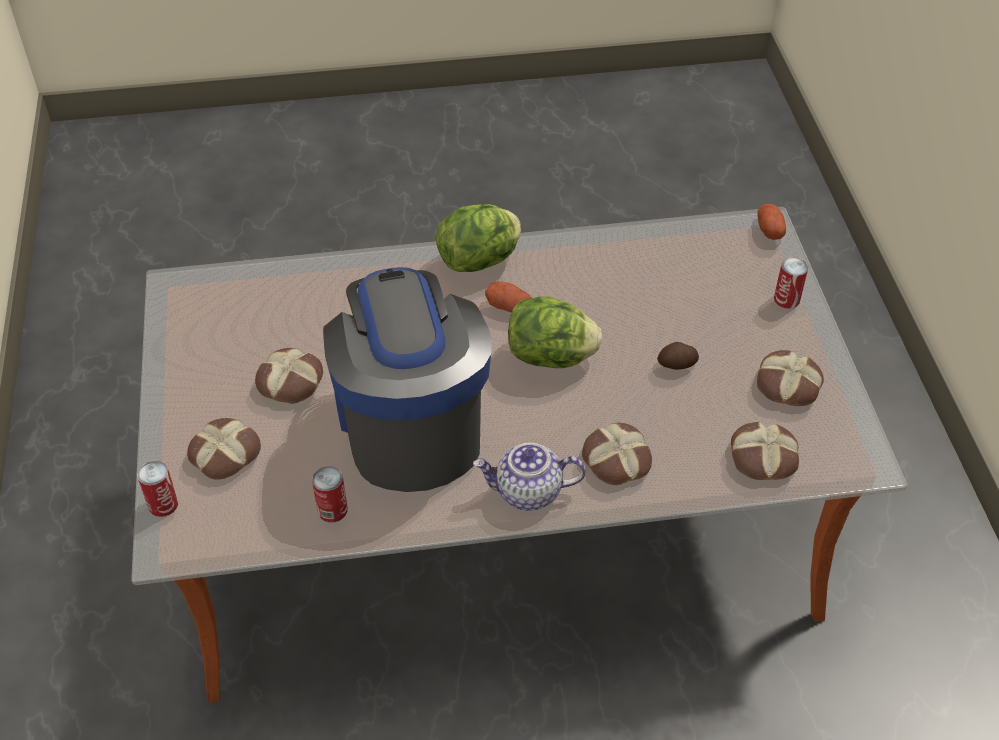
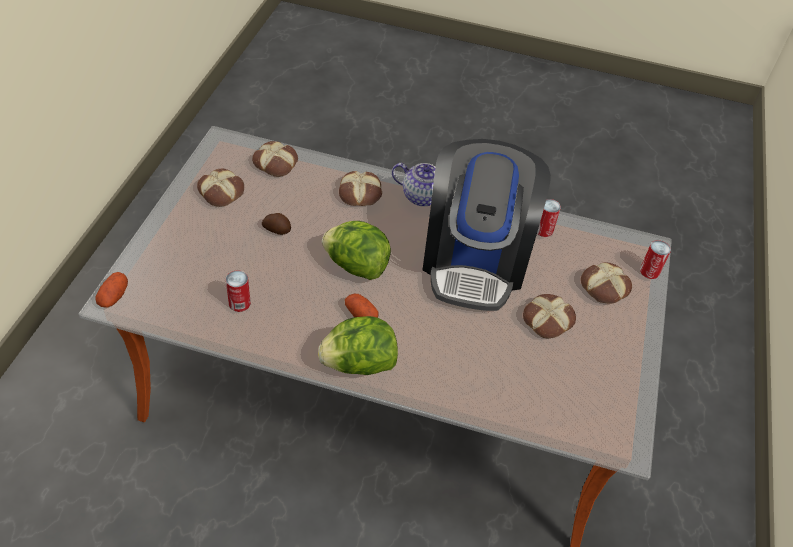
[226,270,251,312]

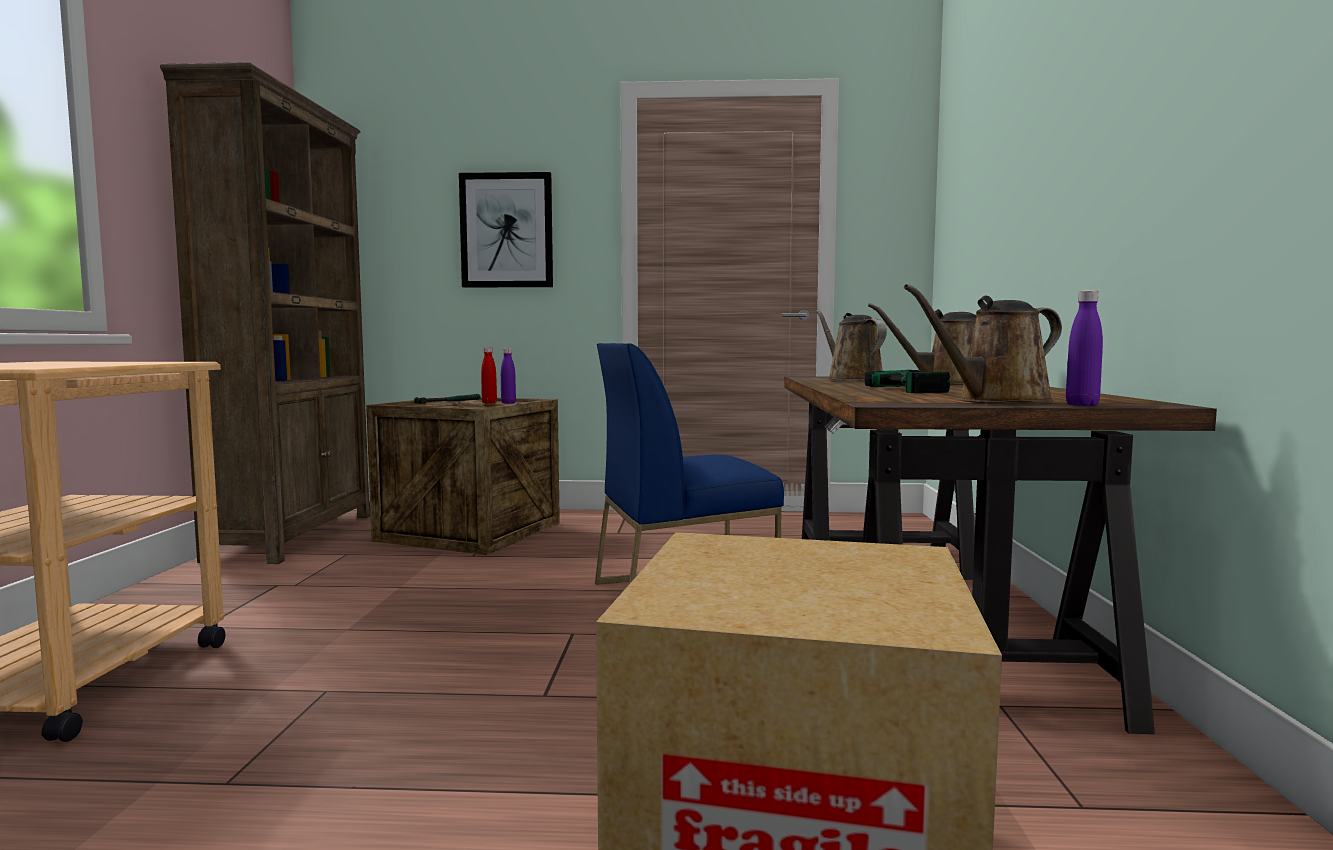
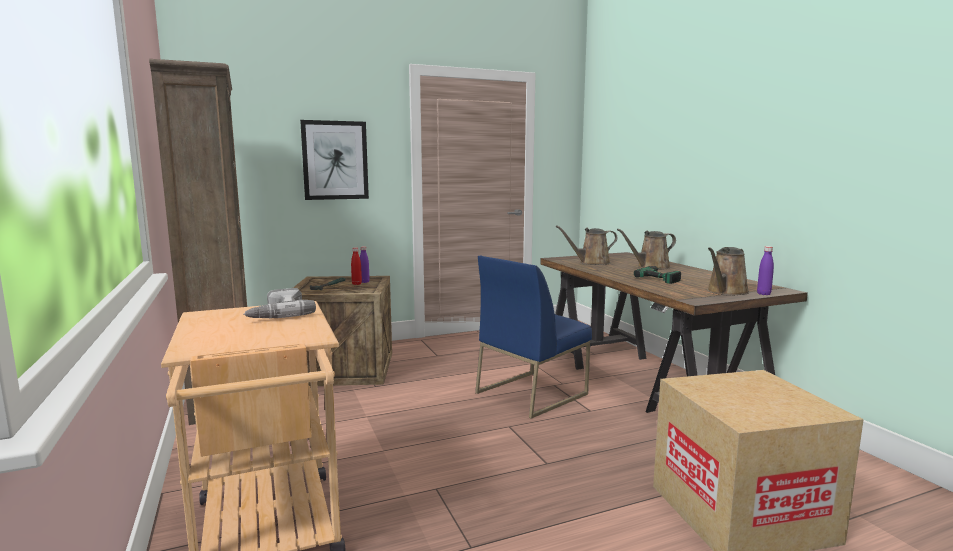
[243,288,316,318]
[556,225,618,265]

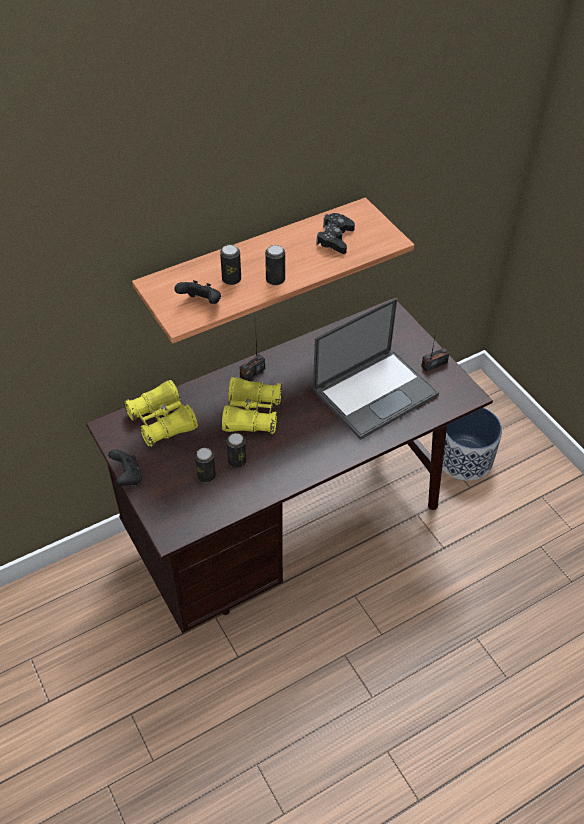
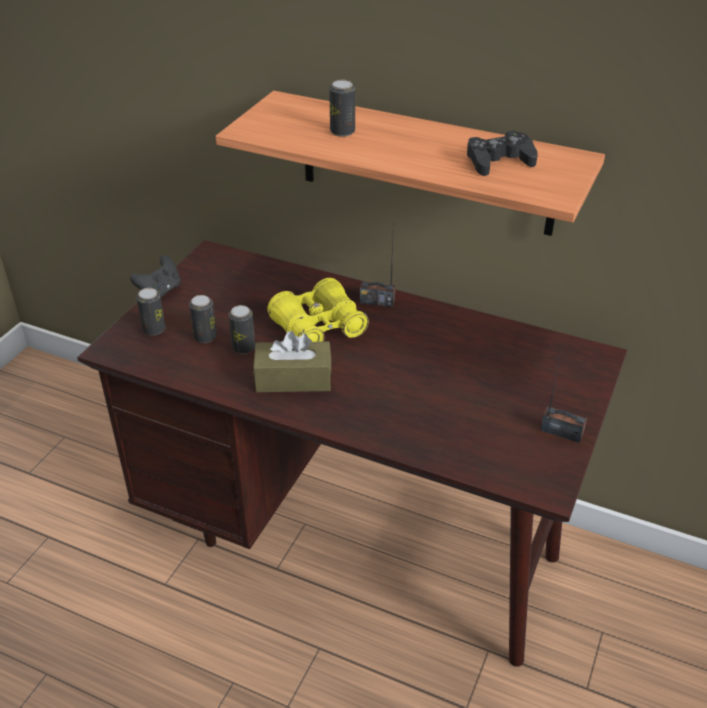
[136,288,166,335]
[253,331,331,392]
[124,380,198,447] (first image)
[174,280,221,304] (first image)
[313,298,439,440] (first image)
[442,407,502,481] (first image)

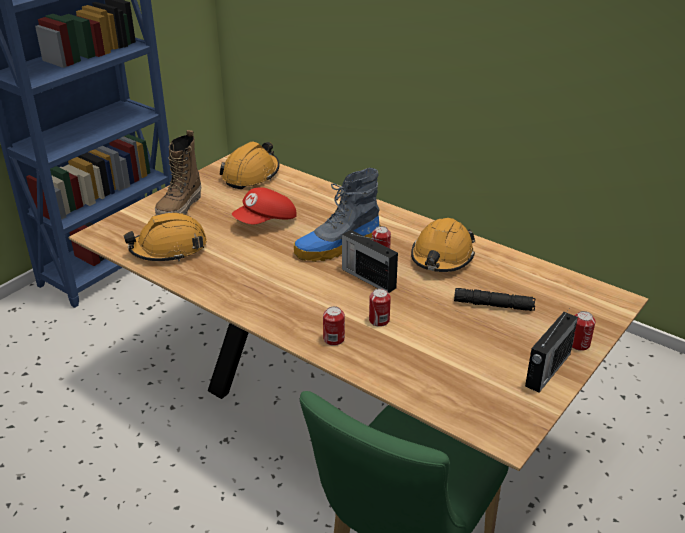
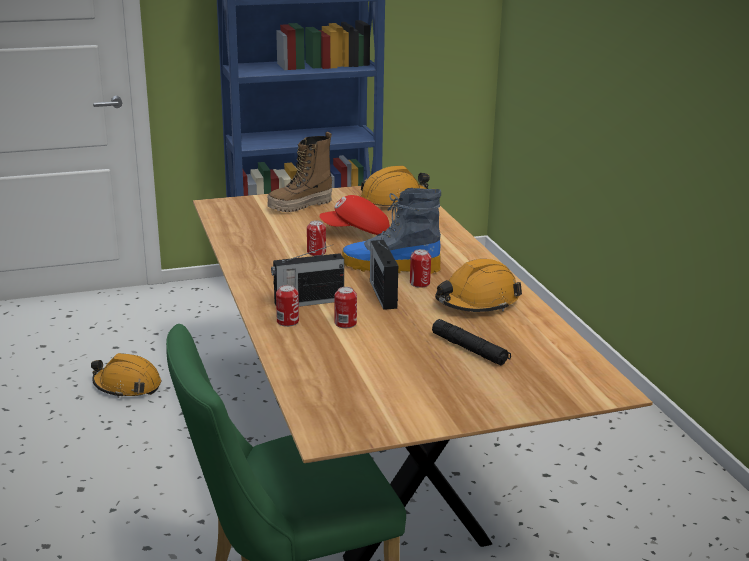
[91,353,161,398]
[271,245,344,307]
[307,220,326,256]

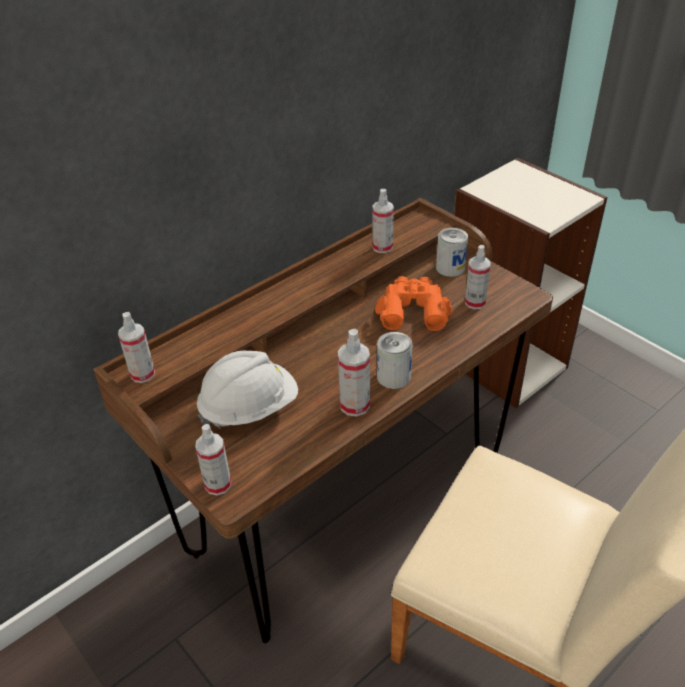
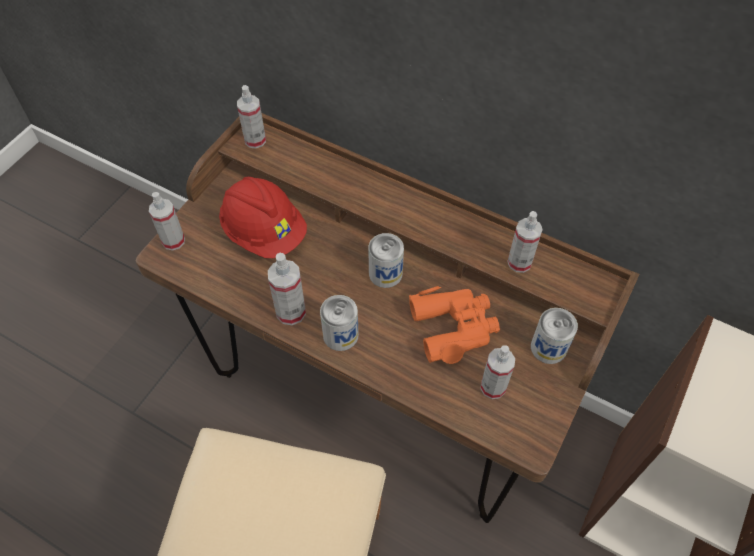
[219,177,307,258]
[368,233,404,288]

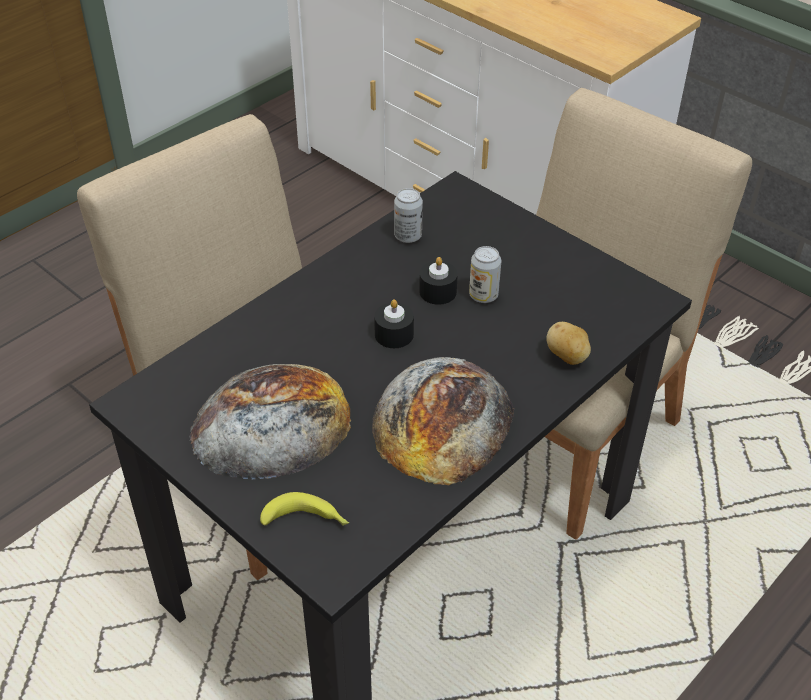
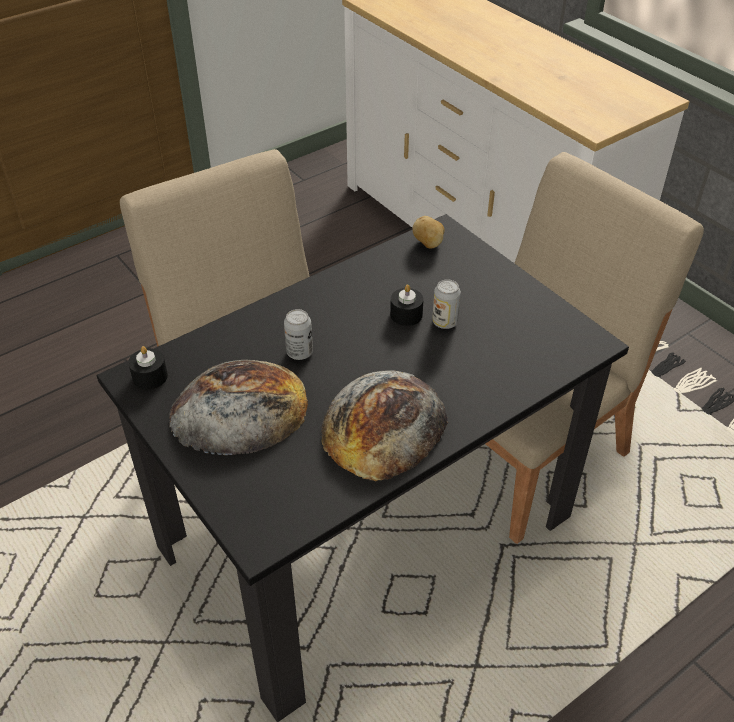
[128,346,168,389]
[284,309,313,360]
[412,216,445,248]
[260,492,349,526] (first image)

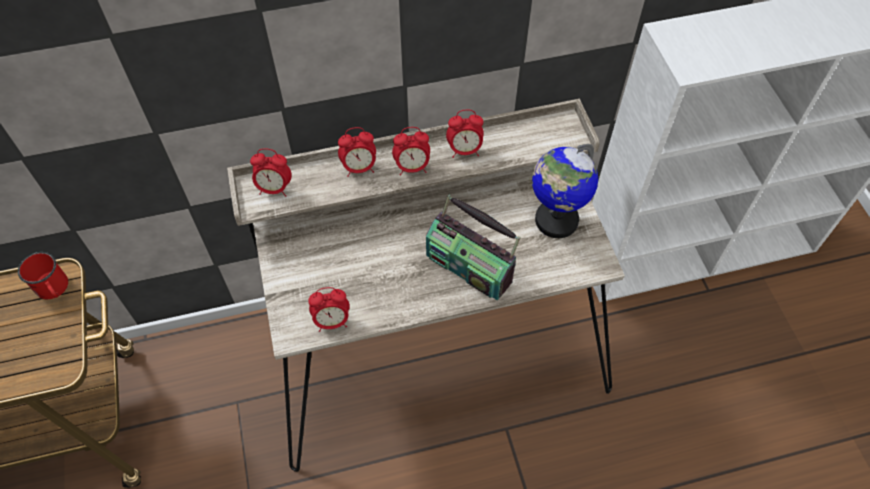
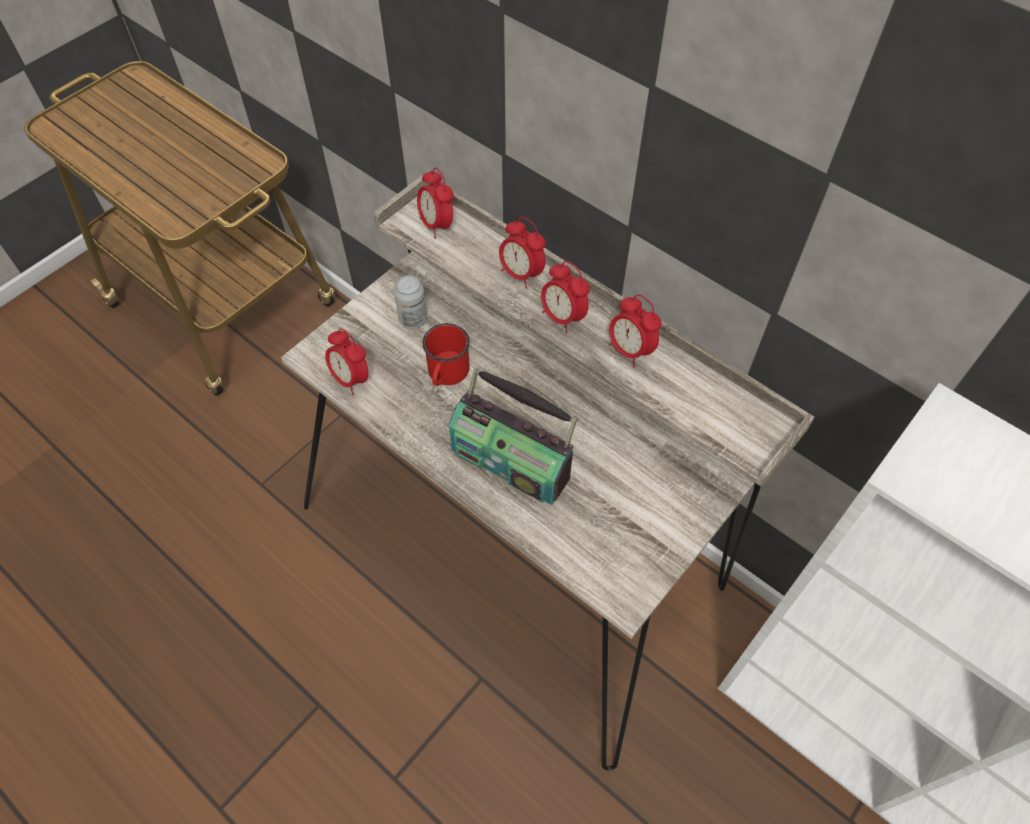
[394,275,427,328]
[422,323,470,386]
[449,367,577,505]
[532,144,598,238] (first image)

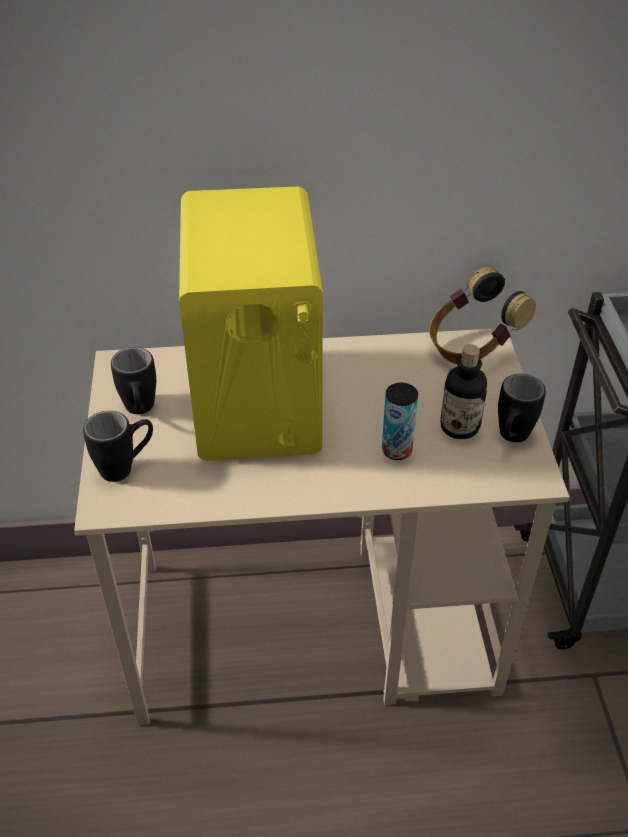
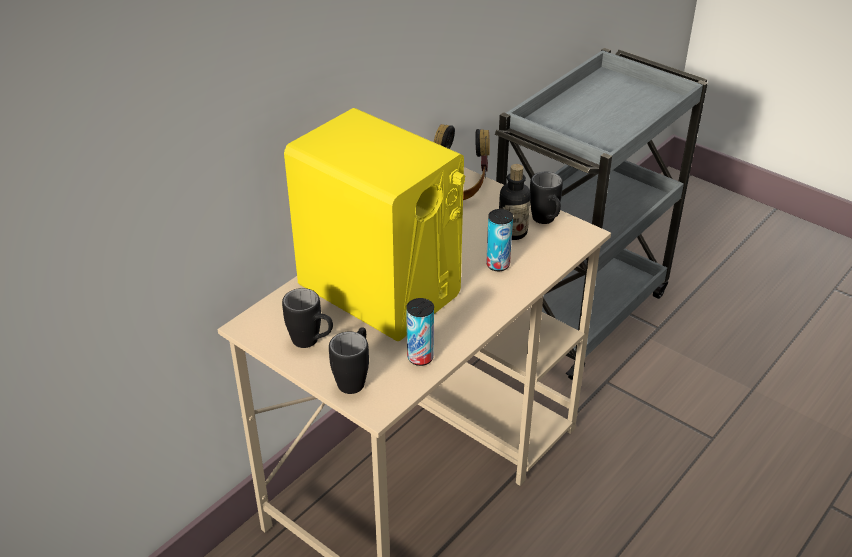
[406,298,434,366]

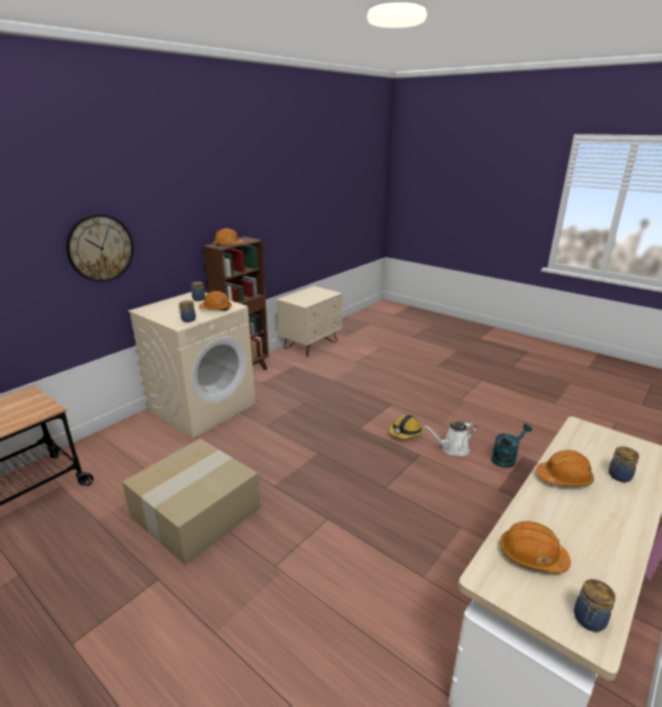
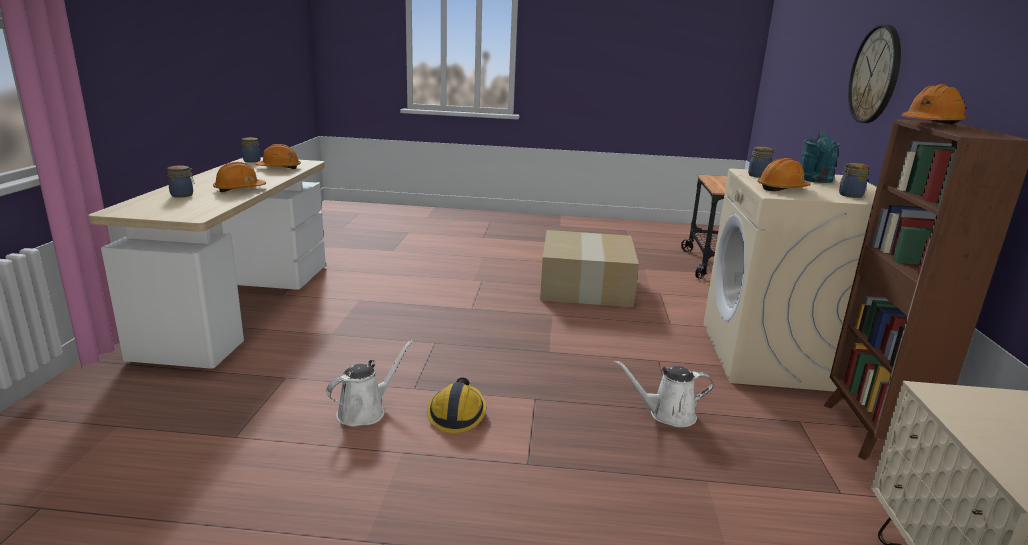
[614,360,714,427]
[800,130,840,183]

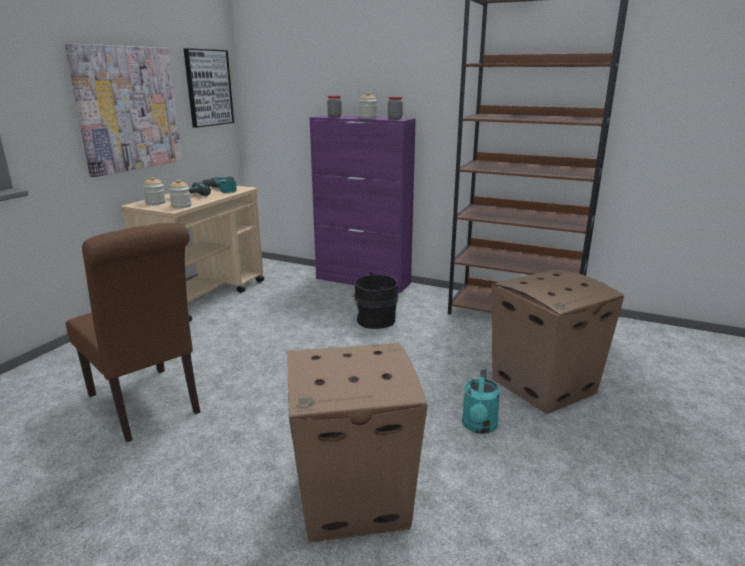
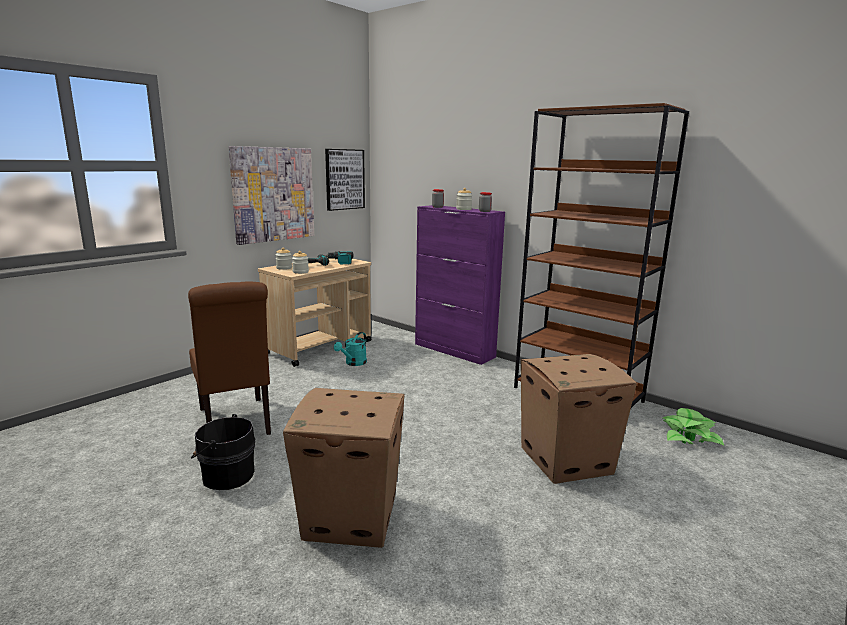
[191,414,255,490]
[334,332,367,366]
[663,408,724,445]

